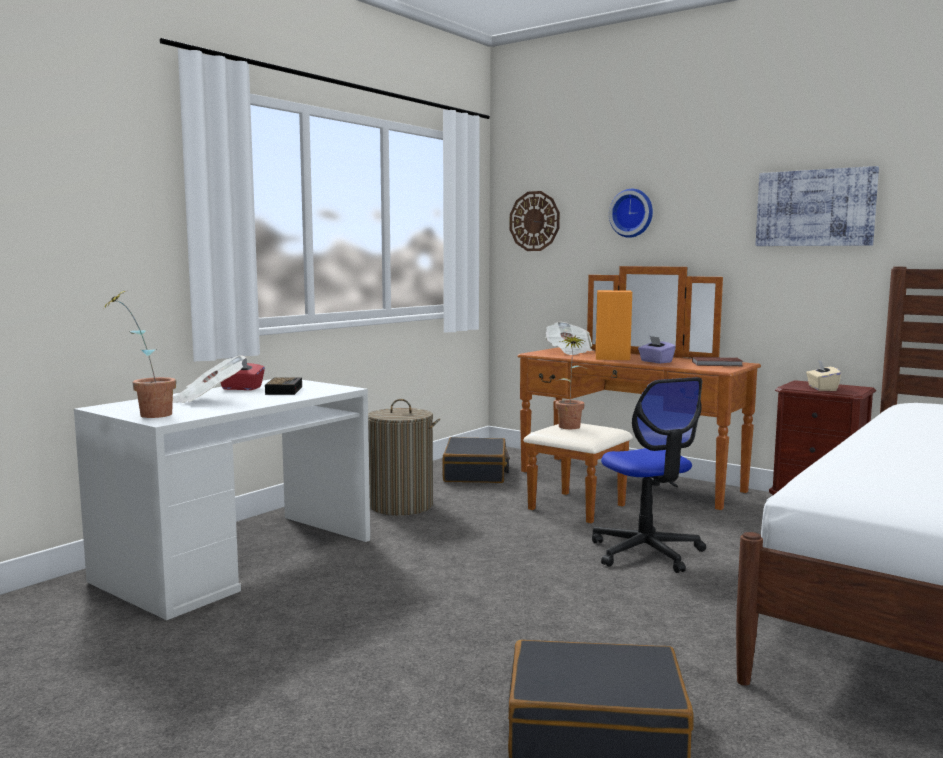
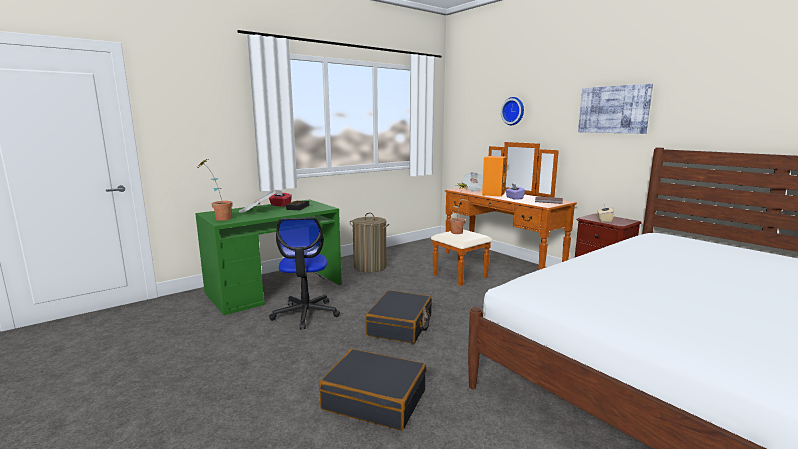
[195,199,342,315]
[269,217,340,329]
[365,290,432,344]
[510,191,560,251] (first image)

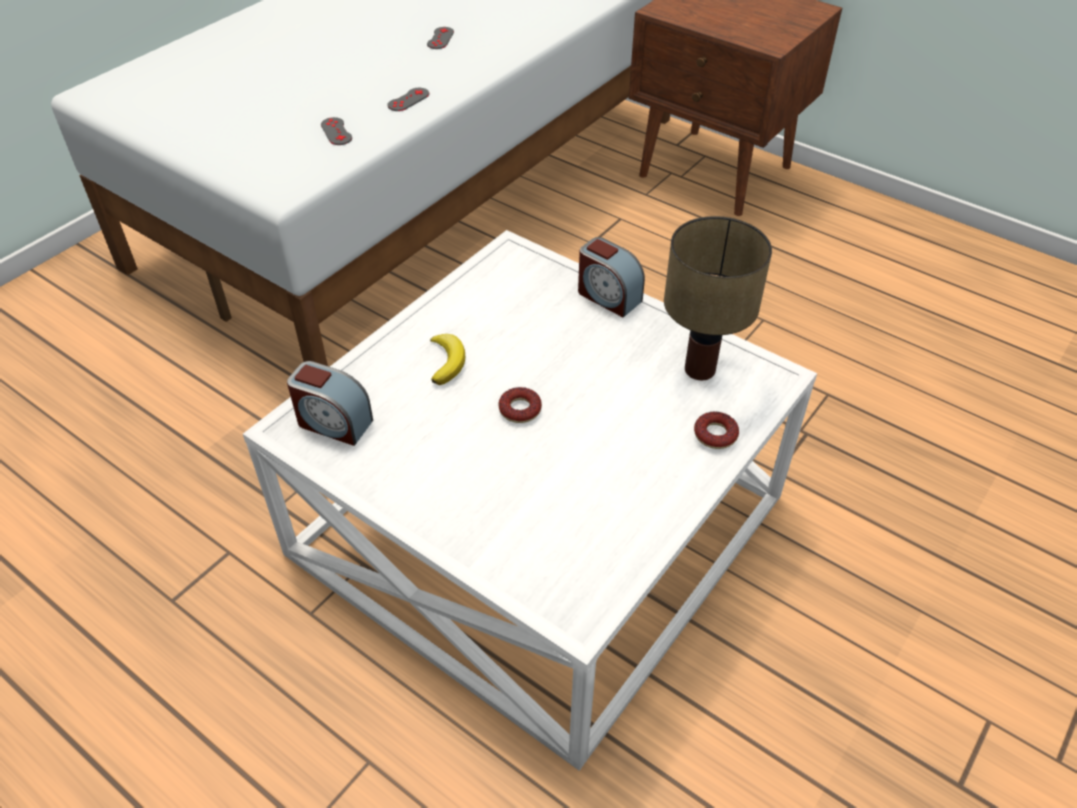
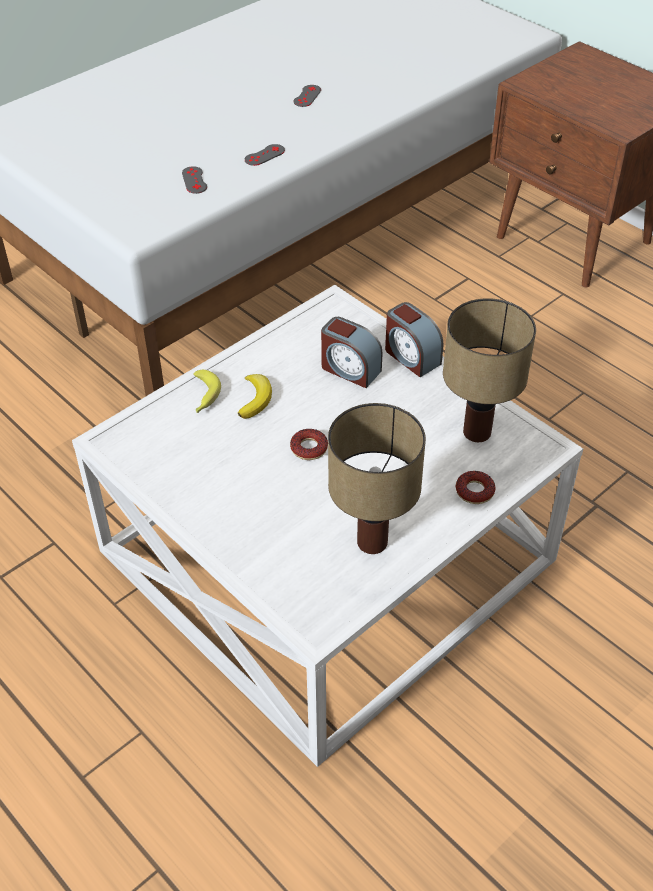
[193,370,221,413]
[321,317,383,388]
[328,403,426,554]

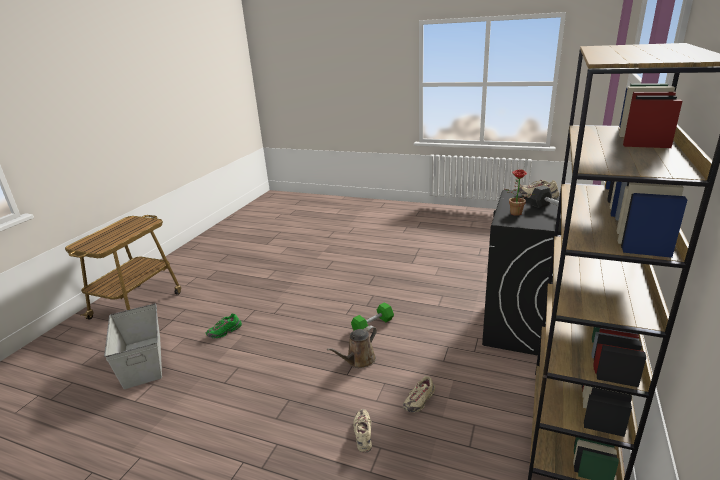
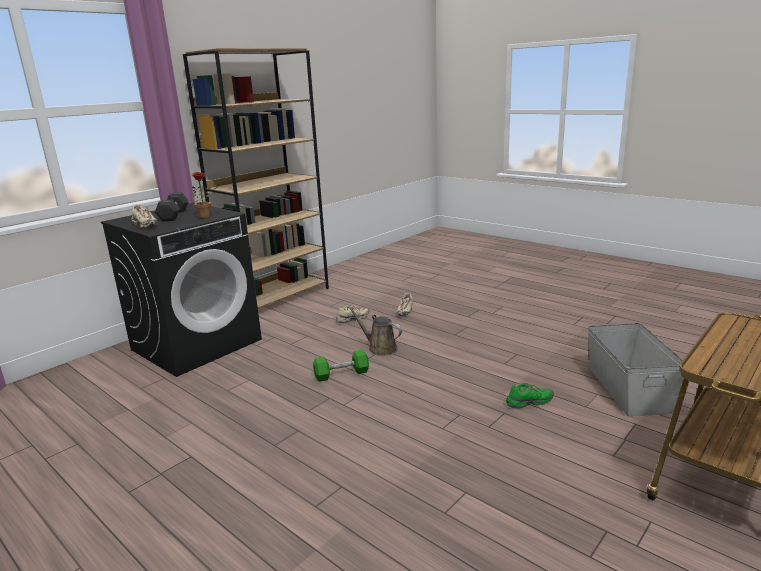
[348,306,402,356]

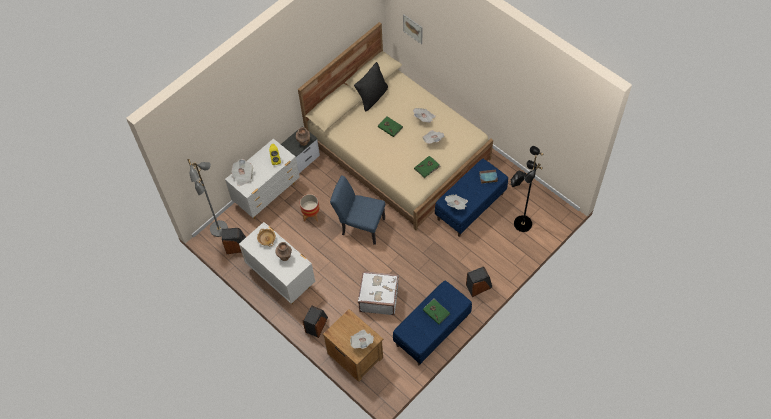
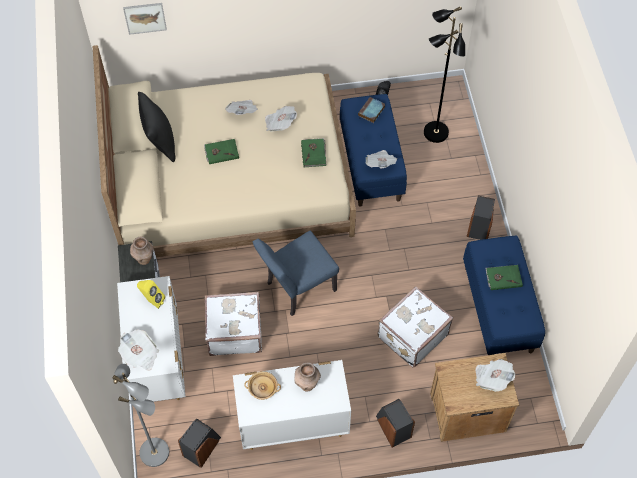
[205,292,262,356]

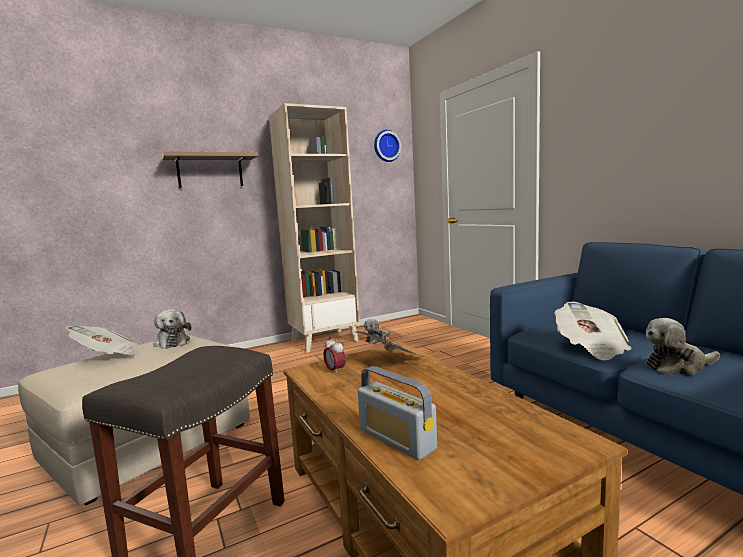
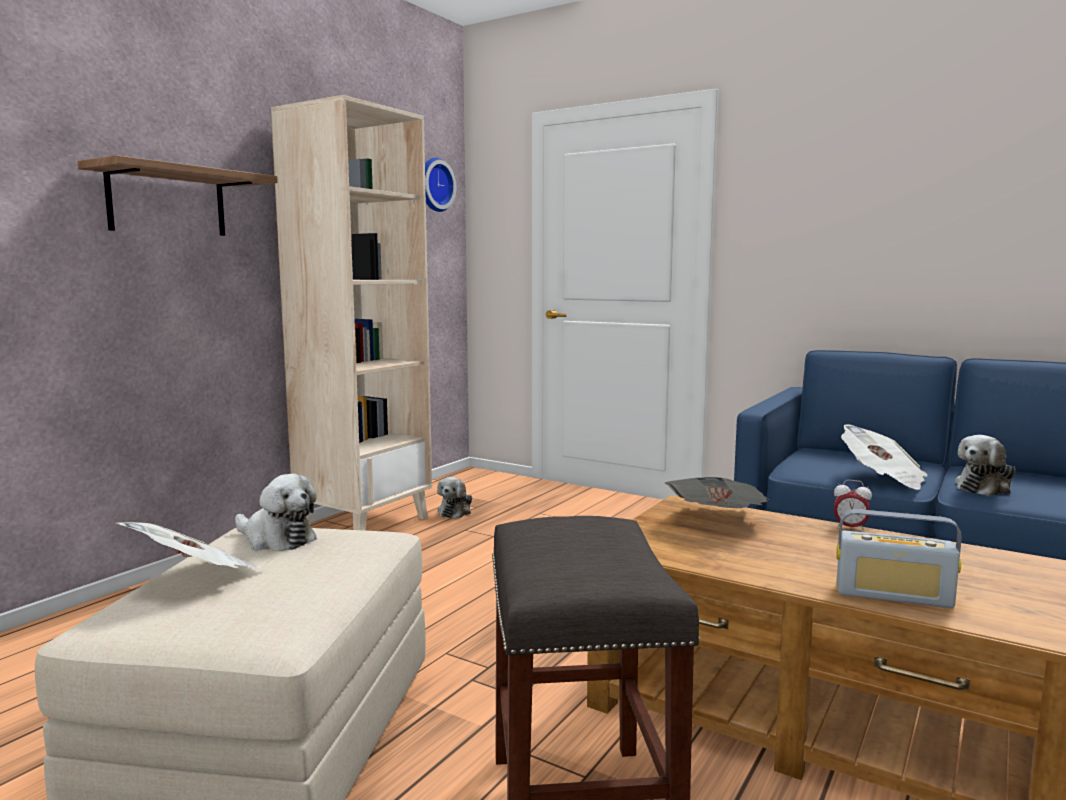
[834,480,872,532]

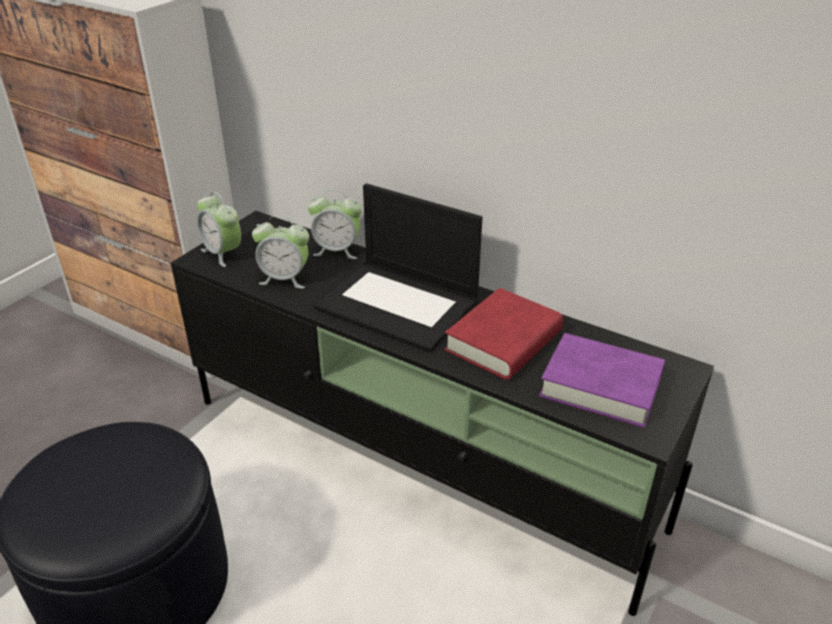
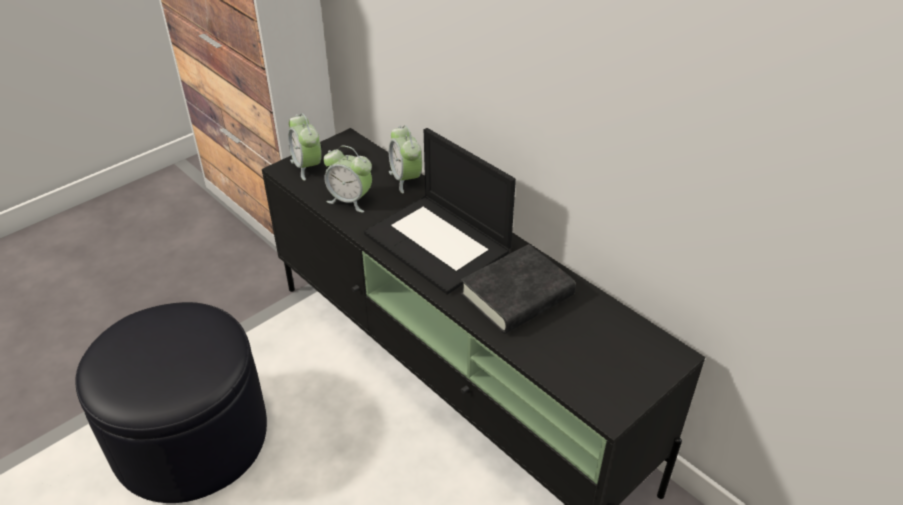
[389,125,422,194]
[461,244,576,334]
[539,333,665,428] (first image)

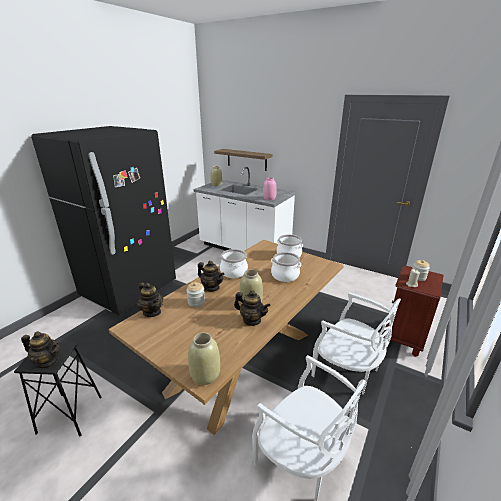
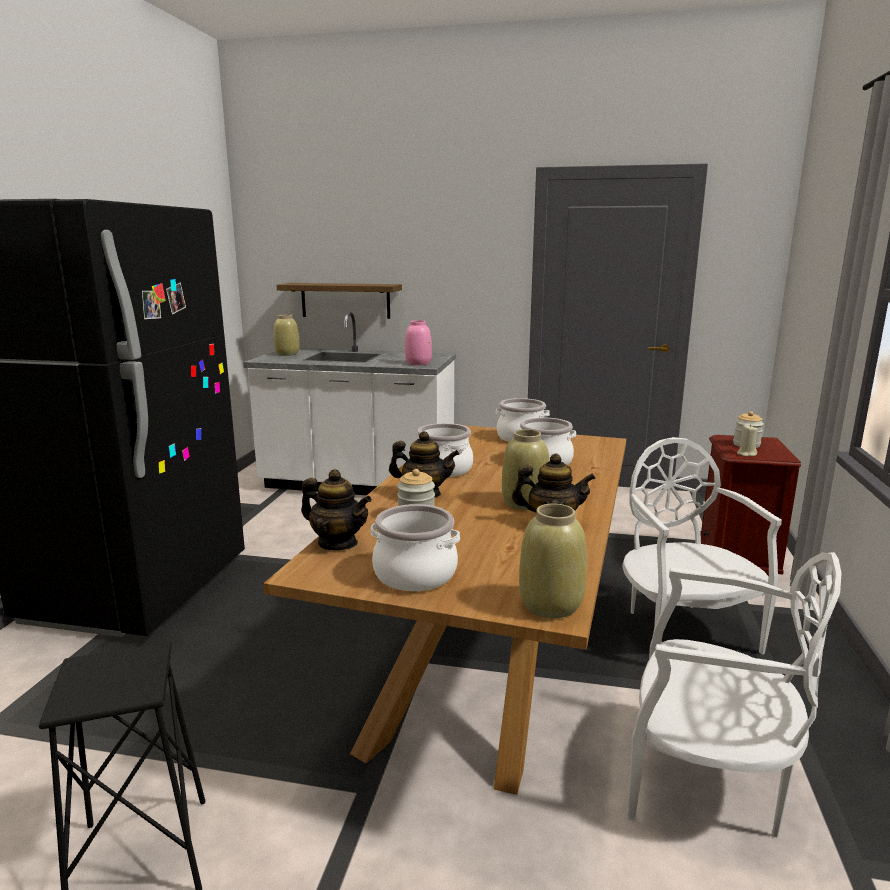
[370,504,460,591]
[622,437,782,655]
[21,332,59,368] (first image)

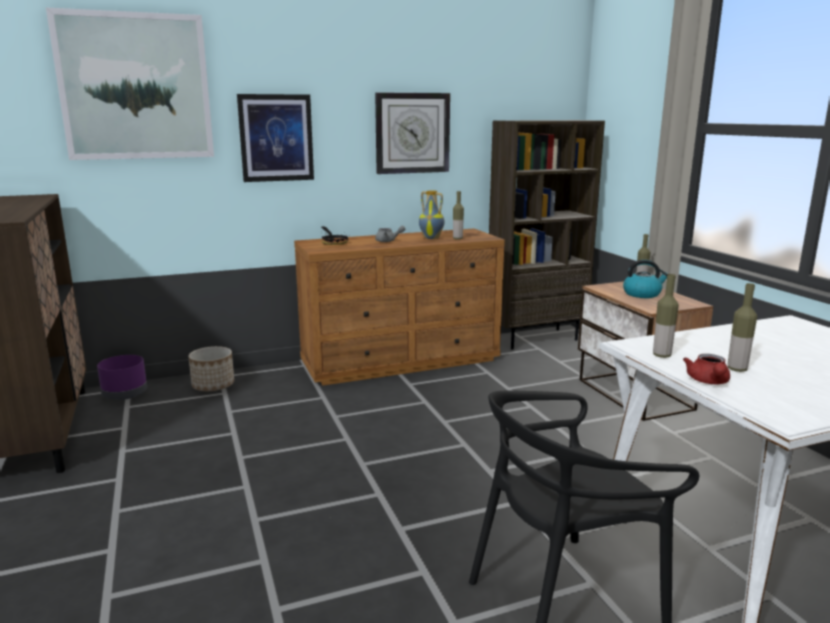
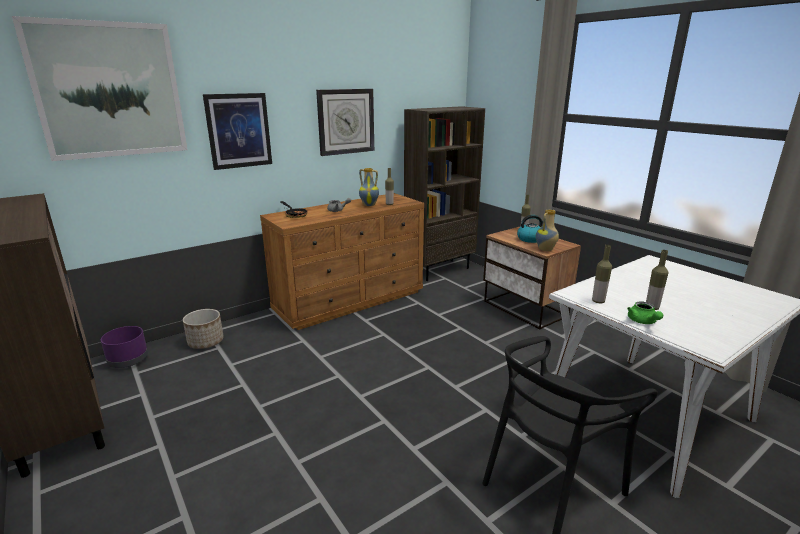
[536,210,559,251]
[627,301,663,324]

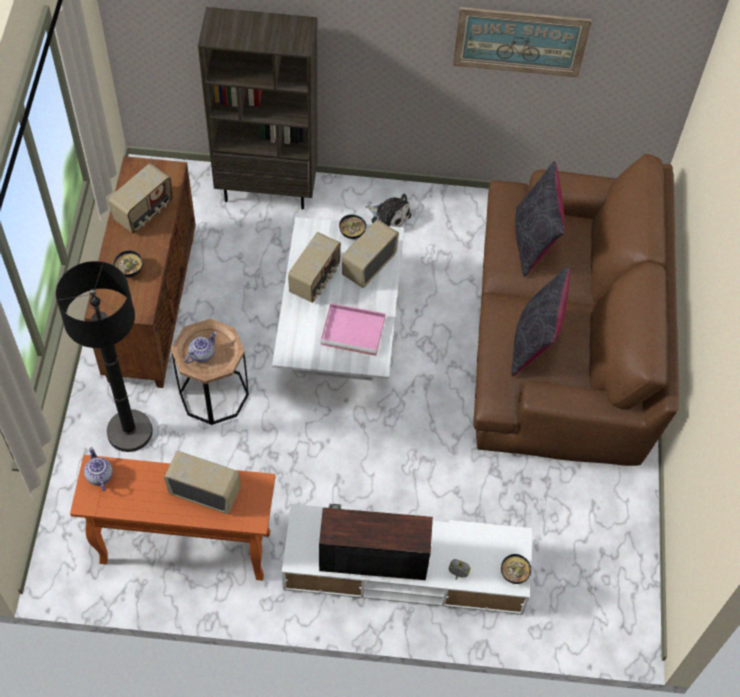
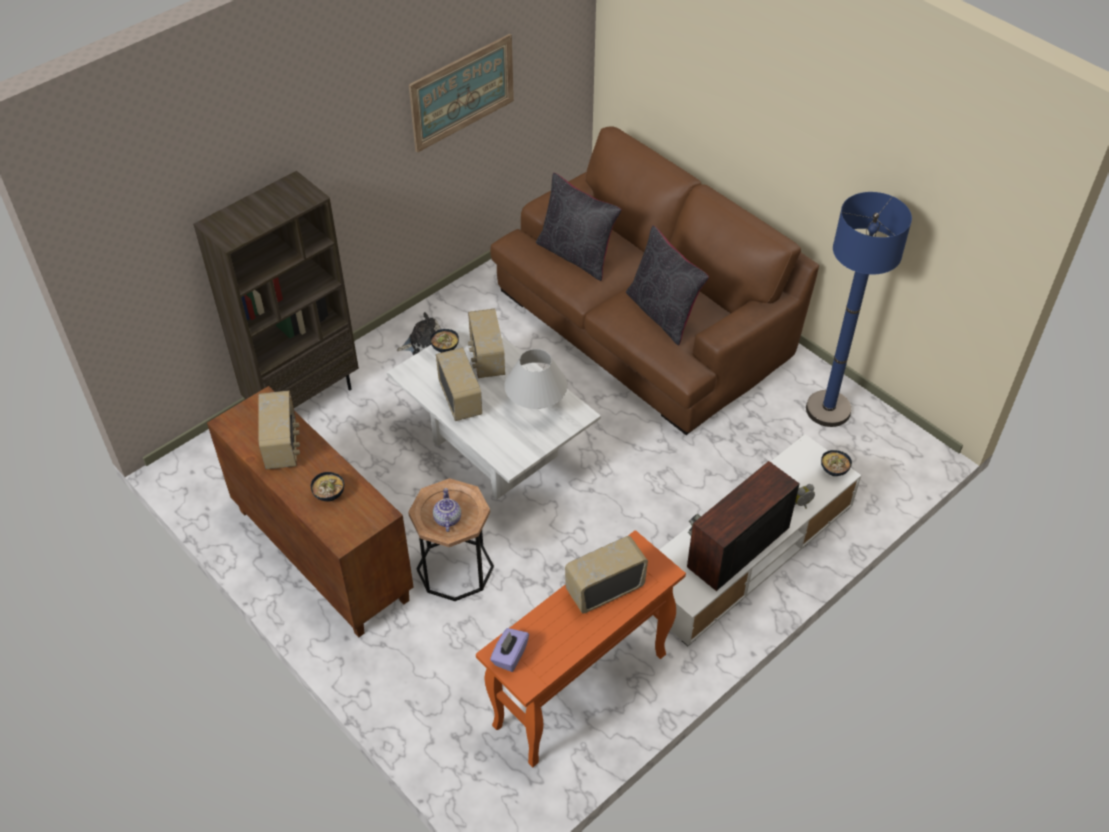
[490,628,529,672]
[505,349,568,409]
[806,192,912,427]
[56,261,153,452] (first image)

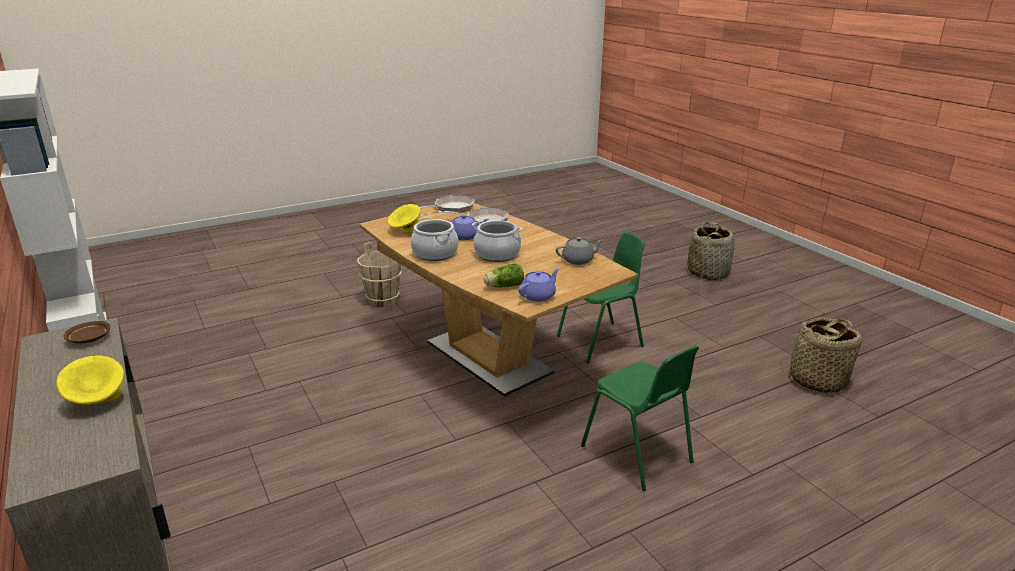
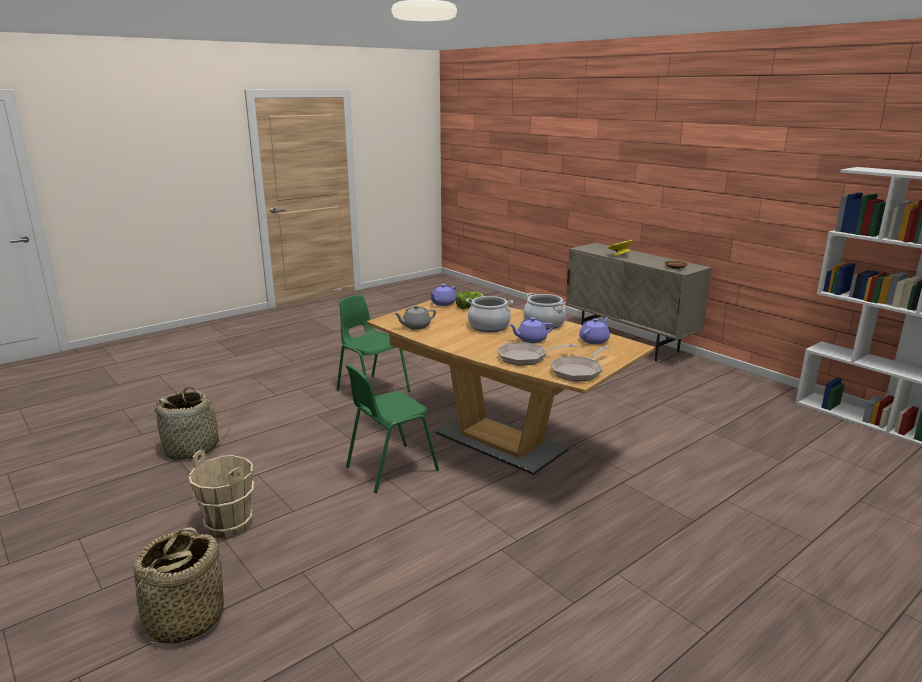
[189,450,254,538]
[579,317,610,344]

